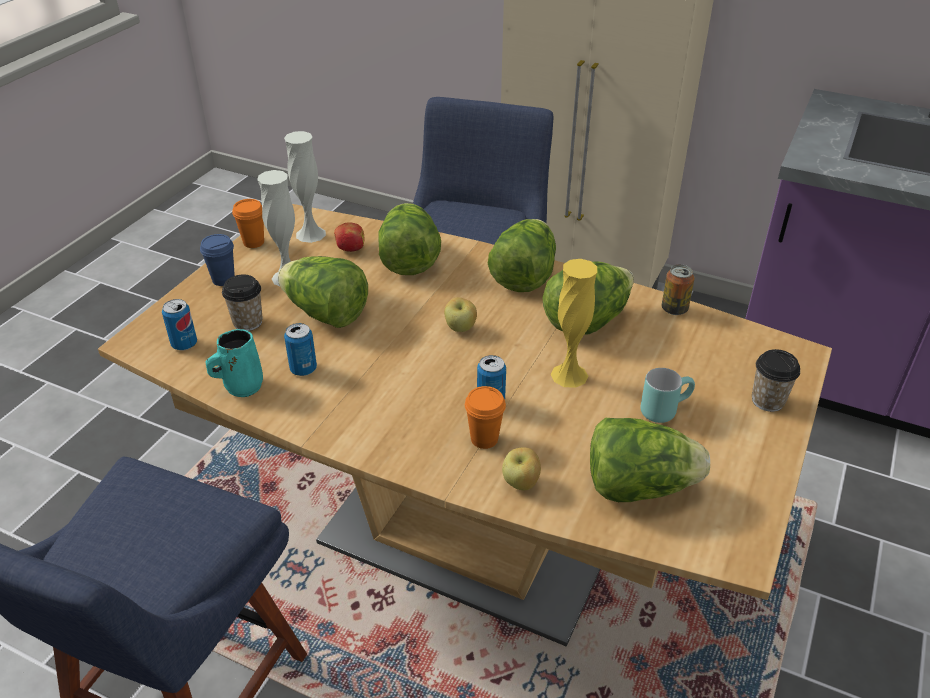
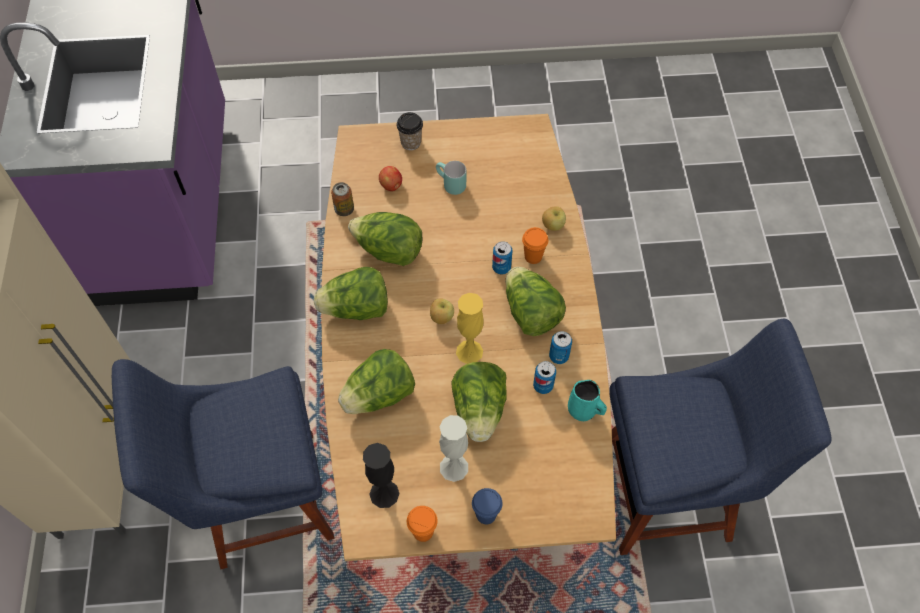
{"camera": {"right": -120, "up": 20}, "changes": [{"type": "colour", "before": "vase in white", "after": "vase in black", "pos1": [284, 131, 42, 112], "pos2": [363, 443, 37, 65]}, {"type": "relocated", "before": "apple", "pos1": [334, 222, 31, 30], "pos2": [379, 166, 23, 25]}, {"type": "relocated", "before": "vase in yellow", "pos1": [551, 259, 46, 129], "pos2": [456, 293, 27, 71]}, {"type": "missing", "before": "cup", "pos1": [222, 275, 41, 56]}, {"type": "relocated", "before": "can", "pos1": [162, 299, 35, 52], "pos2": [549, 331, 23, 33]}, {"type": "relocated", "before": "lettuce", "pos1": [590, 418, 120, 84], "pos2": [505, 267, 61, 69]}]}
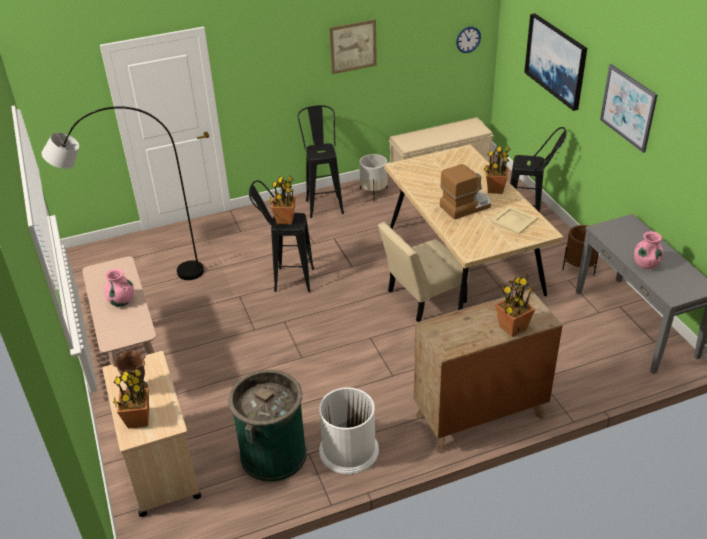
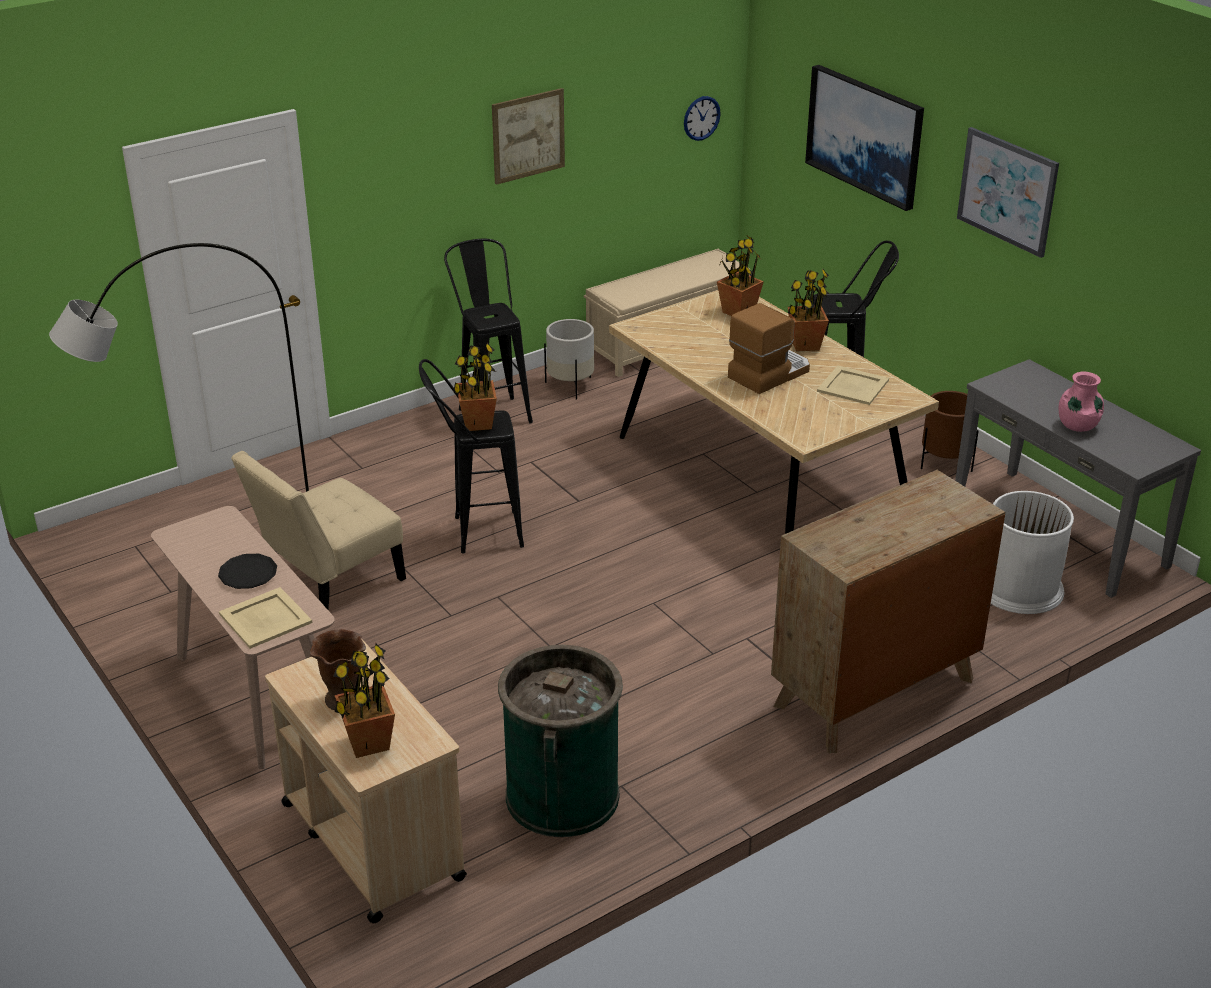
{"camera": {"right": -15, "up": -5}, "changes": [{"type": "relocated", "before": "chair in beige", "pos1": [378, 222, 91, 100], "pos2": [231, 451, 175, 158]}, {"type": "exchanged", "before": "vase in pink", "after": "plate in black", "pos1": [104, 269, 30, 38], "pos2": [218, 554, 59, 35]}, {"type": "relocated", "before": "potted plant", "pos1": [496, 272, 39, 65], "pos2": [717, 236, 47, 80]}, {"type": "relocated", "before": "trash can in white", "pos1": [319, 387, 60, 87], "pos2": [991, 491, 83, 123]}, {"type": "appeared", "after": "tray in beige", "pos2": [219, 587, 93, 62]}]}
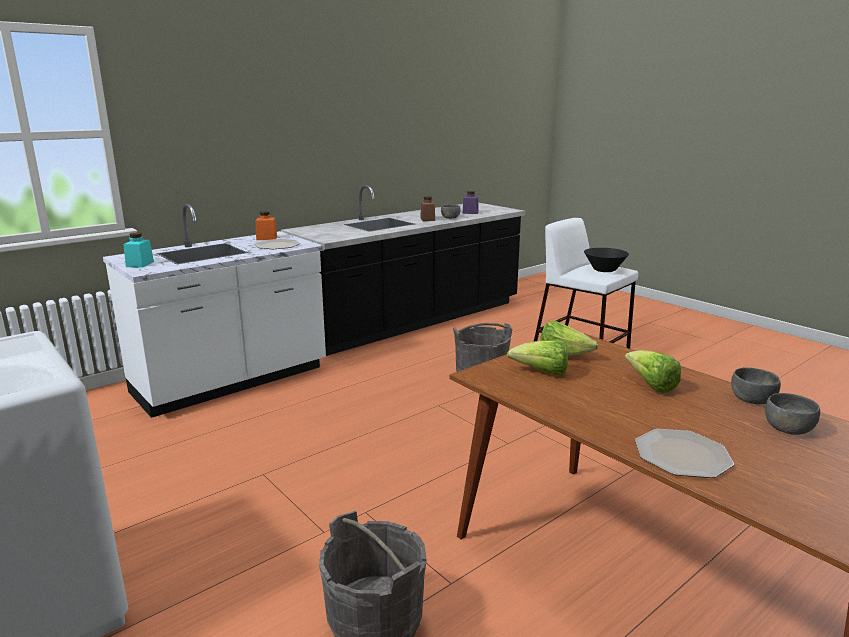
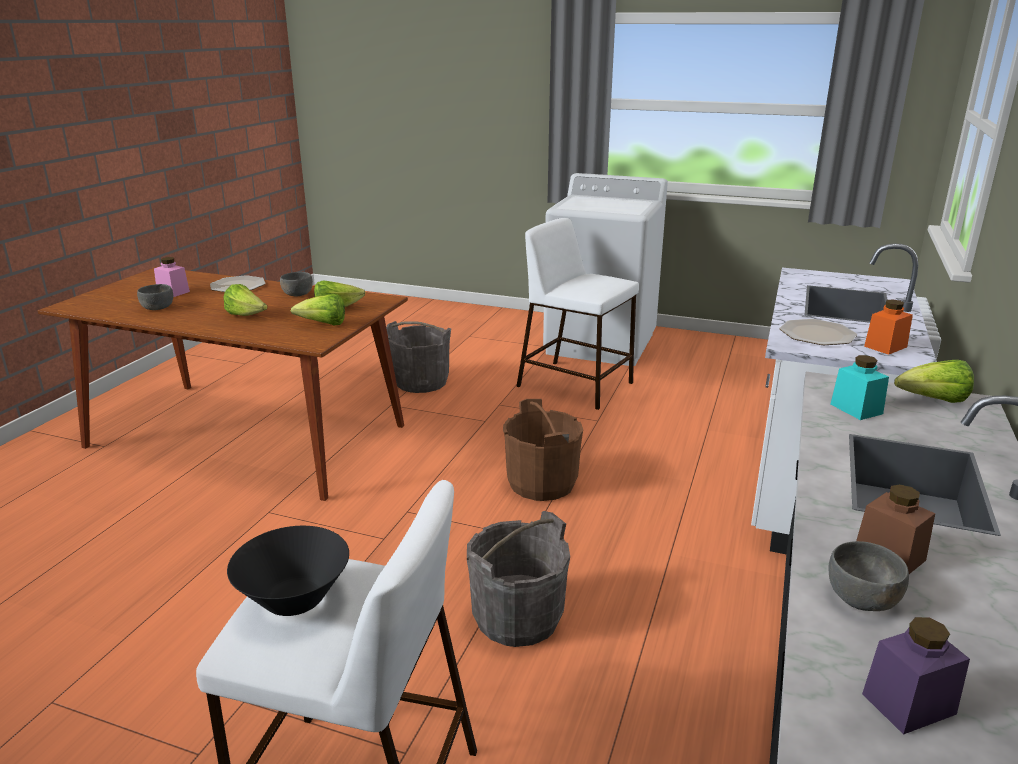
{"camera": {"right": 150, "up": 5}, "changes": [{"type": "relocated", "before": "jar in turquoise", "pos1": [123, 232, 31, 36], "pos2": [831, 355, 58, 65]}, {"type": "relocated", "before": "bowl in grey", "pos1": [731, 367, 50, 37], "pos2": [280, 272, 33, 24]}, {"type": "appeared", "after": "stool in white", "pos2": [516, 218, 123, 192]}, {"type": "appeared", "after": "jar in pink", "pos2": [154, 257, 36, 40]}, {"type": "appeared", "after": "lettuce", "pos2": [894, 360, 80, 43]}, {"type": "appeared", "after": "bucket in brown", "pos2": [503, 399, 80, 102]}]}
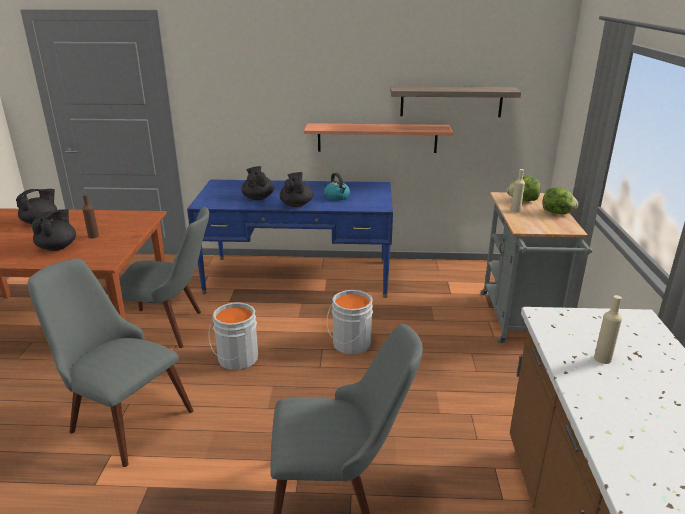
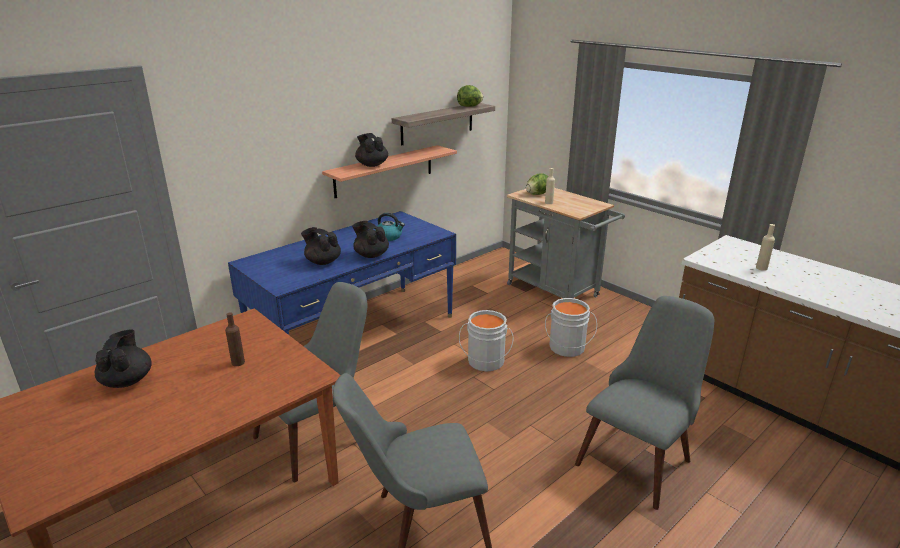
{"camera": {"right": -45, "up": 0}, "changes": [{"type": "relocated", "before": "lettuce", "pos1": [542, 187, 36, 27], "pos2": [457, 85, 26, 22]}, {"type": "relocated", "before": "teapot in black", "pos1": [31, 209, 45, 42], "pos2": [355, 133, 33, 34]}, {"type": "relocated", "before": "bucket in grey", "pos1": [208, 302, 50, 68], "pos2": [545, 298, 52, 59]}]}
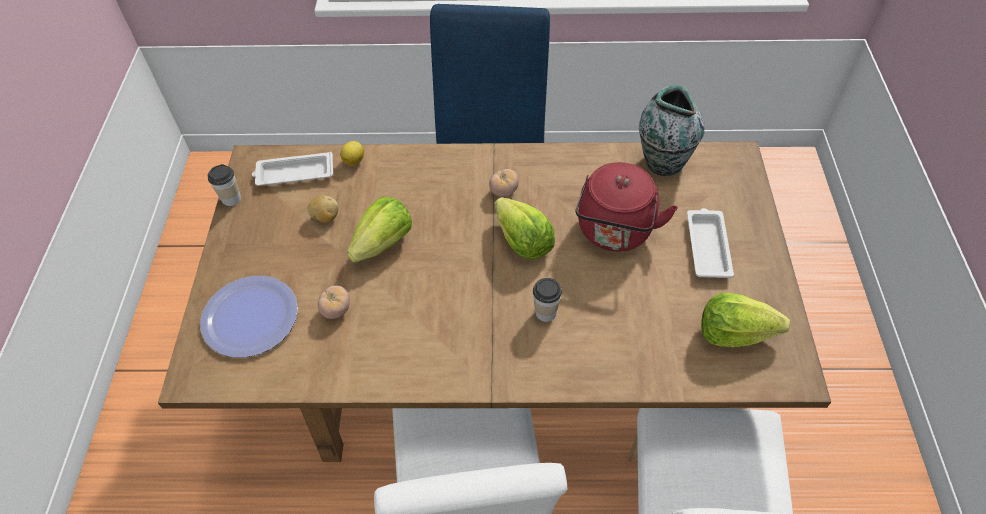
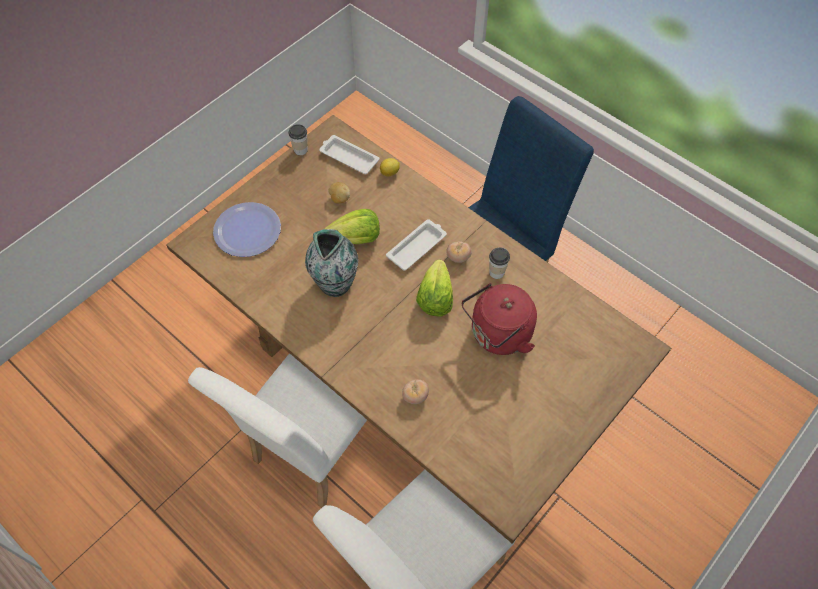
{"camera": {"right": 40, "up": 5}, "changes": [{"type": "relocated", "before": "vase", "pos1": [639, 85, 65, 91], "pos2": [305, 229, 54, 68]}, {"type": "relocated", "before": "tray in white", "pos1": [687, 208, 47, 70], "pos2": [386, 219, 61, 52]}, {"type": "relocated", "before": "cup", "pos1": [533, 278, 29, 44], "pos2": [489, 247, 21, 32]}, {"type": "relocated", "before": "tomato", "pos1": [318, 285, 32, 34], "pos2": [402, 379, 27, 25]}, {"type": "missing", "before": "lettuce", "pos1": [701, 293, 89, 54]}]}
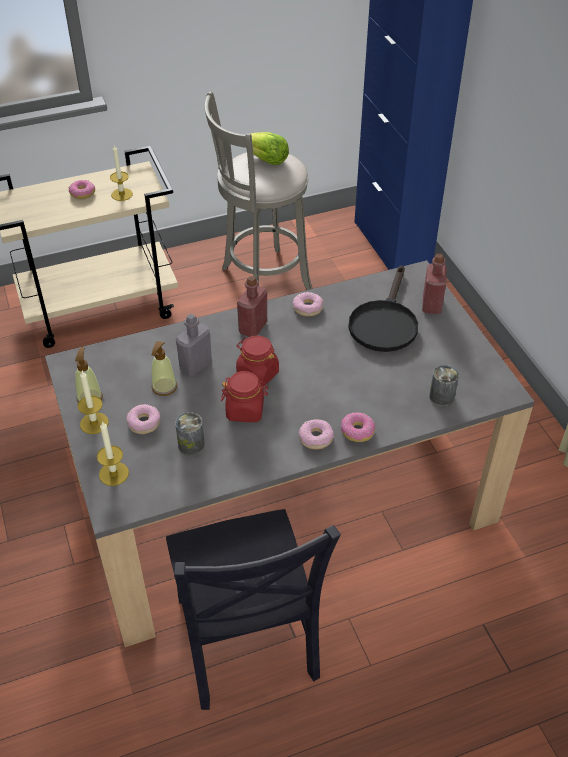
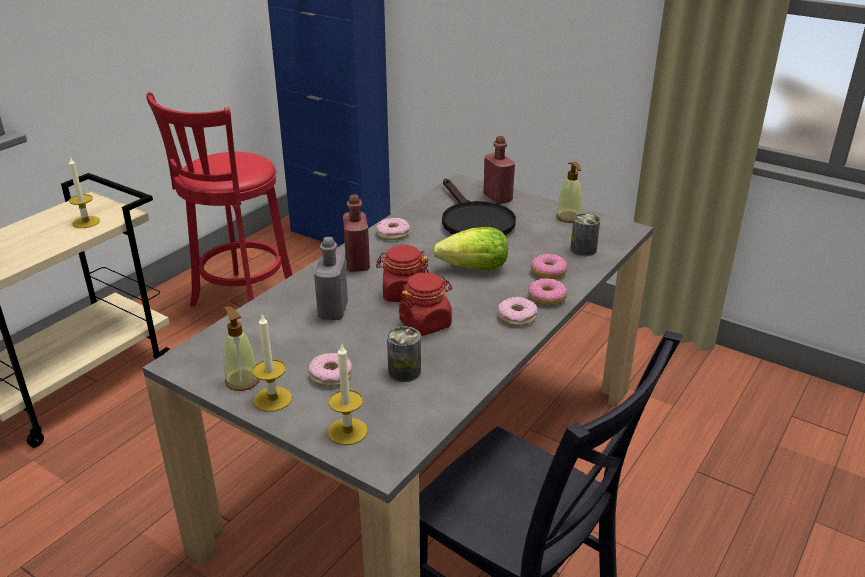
{"camera": {"right": -35, "up": -15}, "changes": [{"type": "colour", "before": "stool in grey", "after": "stool in red", "pos1": [204, 91, 109, 199], "pos2": [146, 92, 146, 215]}, {"type": "relocated", "before": "lettuce", "pos1": [251, 132, 38, 33], "pos2": [433, 227, 75, 43]}, {"type": "relocated", "before": "donut", "pos1": [69, 180, 26, 19], "pos2": [531, 254, 37, 25]}, {"type": "relocated", "before": "soap dispenser", "pos1": [151, 341, 26, 55], "pos2": [556, 162, 26, 61]}]}
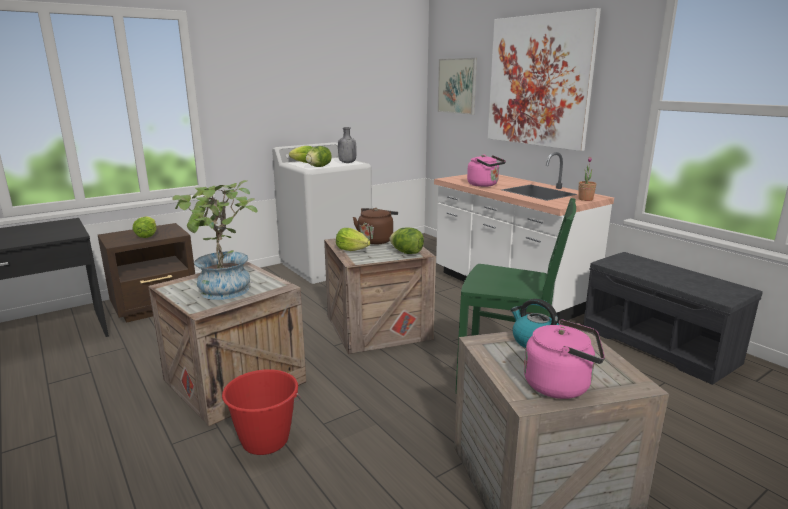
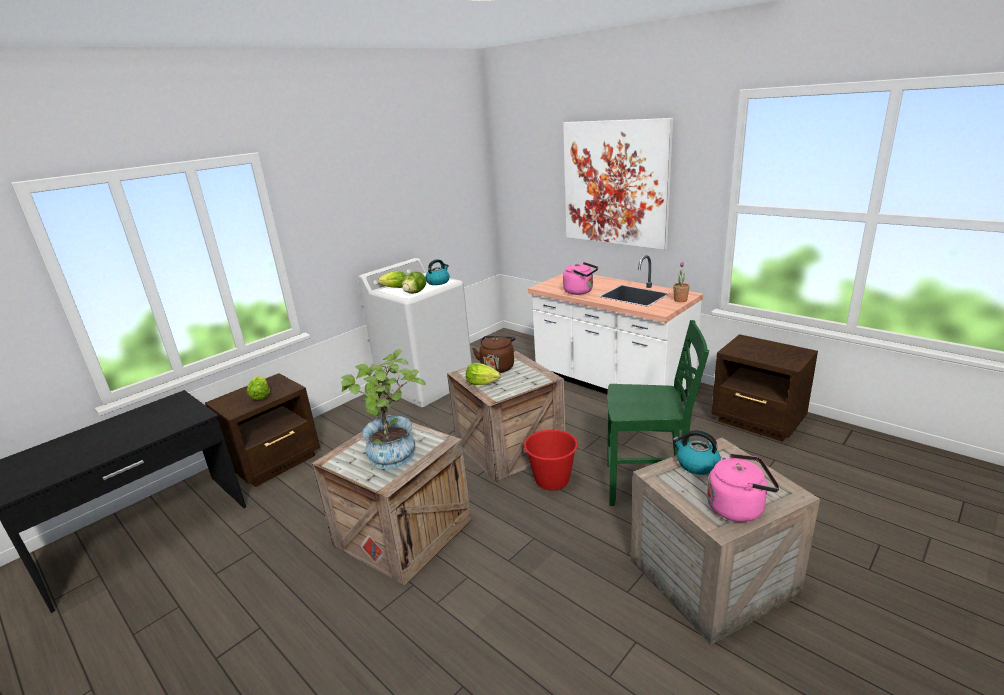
{"camera": {"right": -10, "up": 5}, "changes": [{"type": "missing", "before": "picture", "pos1": [437, 58, 40, 57]}, {"type": "exchanged", "before": "bottle in grey", "after": "kettle", "pos1": [338, 127, 19, 36], "pos2": [425, 259, 25, 26]}, {"type": "missing", "before": "lettuce", "pos1": [390, 228, 34, 26]}, {"type": "exchanged", "before": "bench in grey", "after": "nightstand in brown", "pos1": [583, 252, 180, 133], "pos2": [711, 334, 107, 108]}, {"type": "relocated", "before": "bucket in red", "pos1": [222, 369, 79, 86], "pos2": [523, 429, 55, 62]}]}
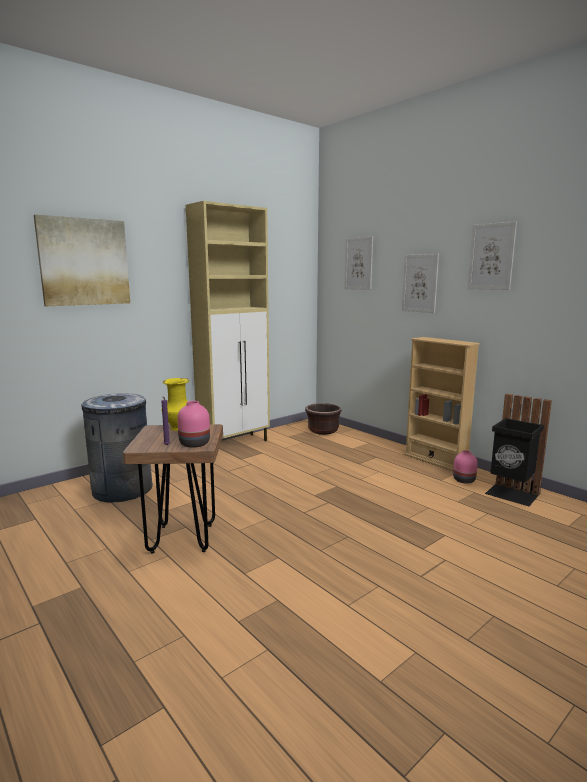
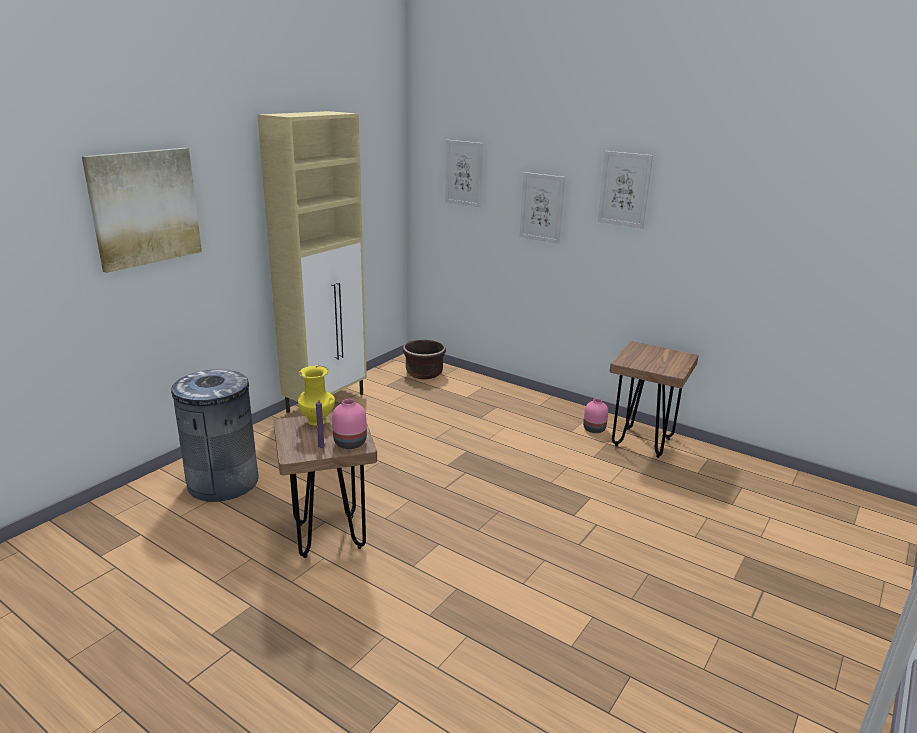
{"camera": {"right": -15, "up": 10}, "changes": [{"type": "missing", "before": "bookcase in beige", "pos1": [404, 337, 76, 134]}, {"type": "exchanged", "before": "trash can in black", "after": "stool in brown", "pos1": [485, 394, 67, 112], "pos2": [610, 342, 88, 116]}]}
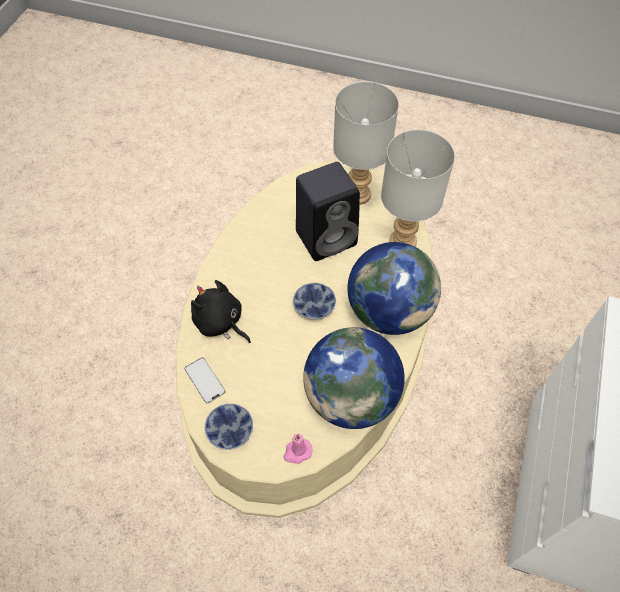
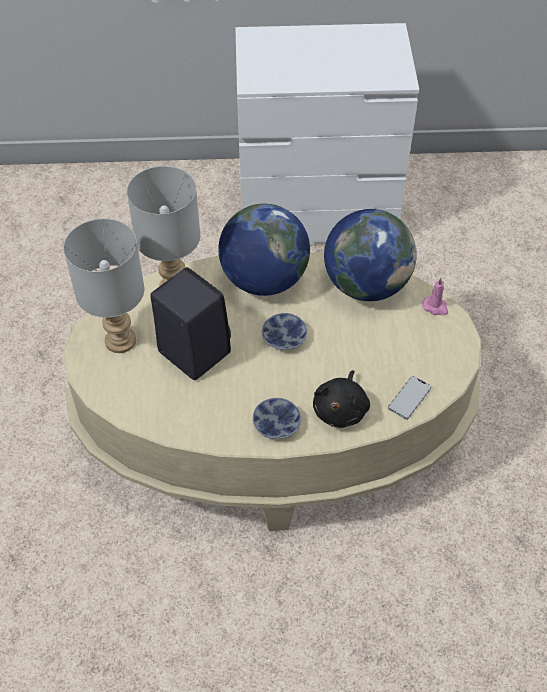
{"camera": {"right": -110, "up": -5}, "changes": [{"type": "relocated", "before": "bowl", "pos1": [205, 404, 48, 46], "pos2": [253, 398, 48, 41]}]}
